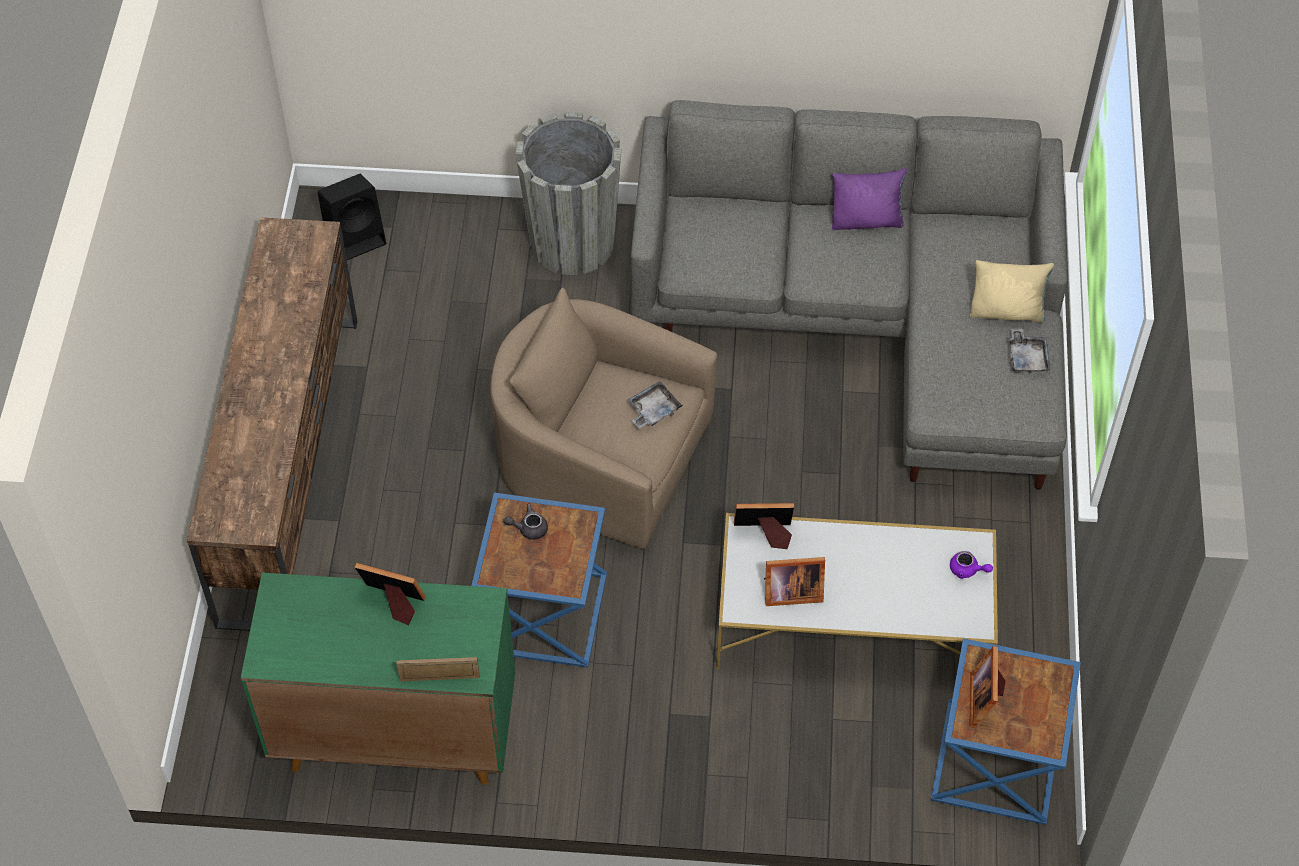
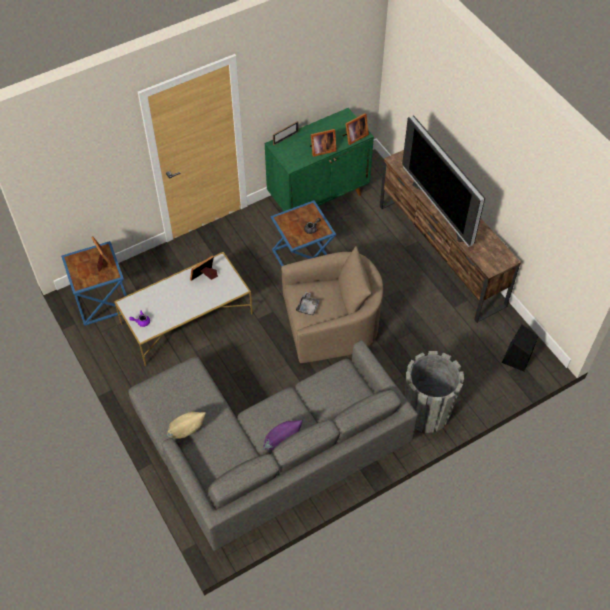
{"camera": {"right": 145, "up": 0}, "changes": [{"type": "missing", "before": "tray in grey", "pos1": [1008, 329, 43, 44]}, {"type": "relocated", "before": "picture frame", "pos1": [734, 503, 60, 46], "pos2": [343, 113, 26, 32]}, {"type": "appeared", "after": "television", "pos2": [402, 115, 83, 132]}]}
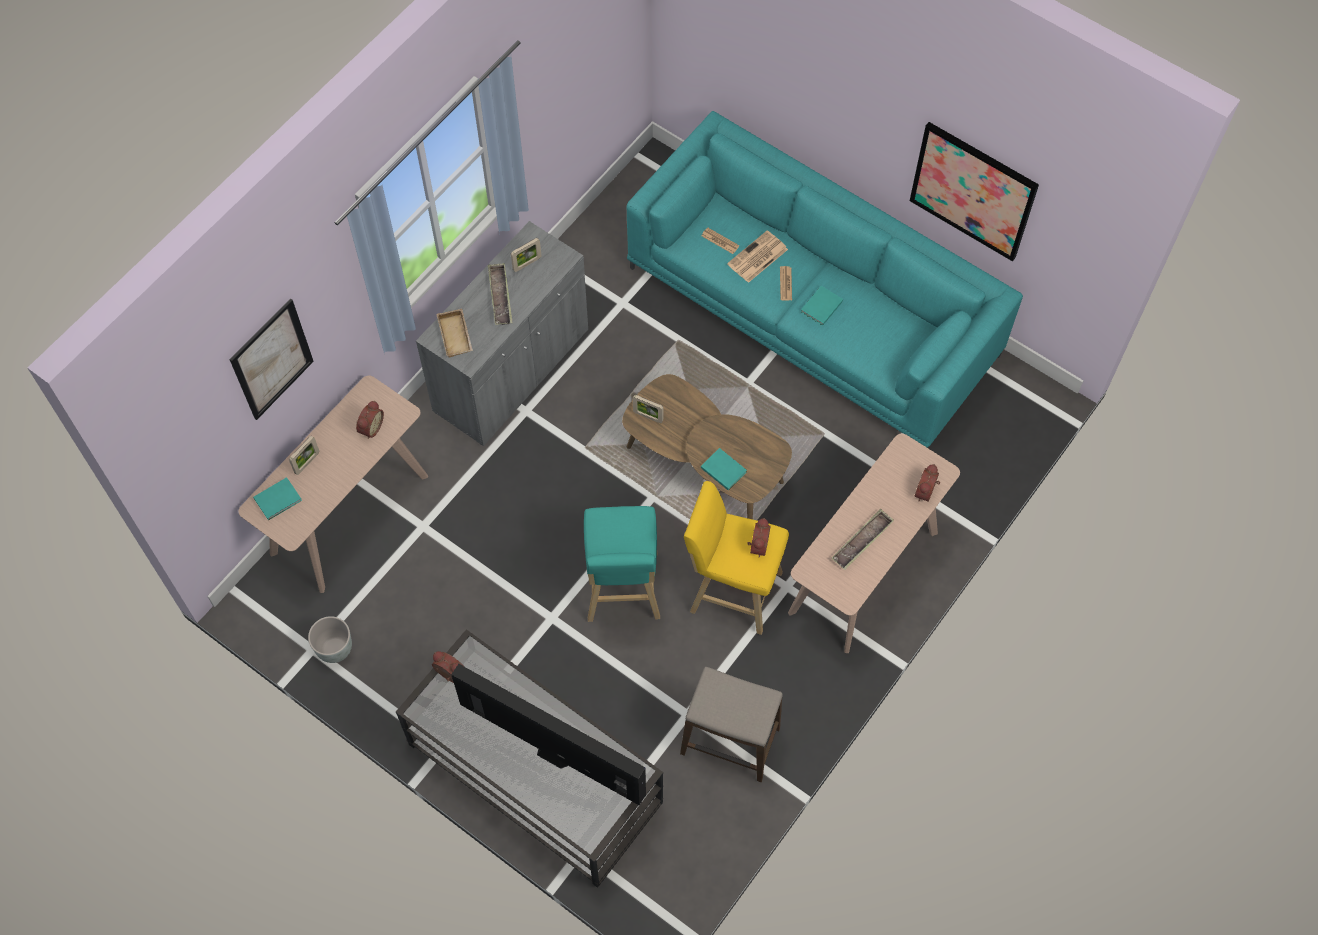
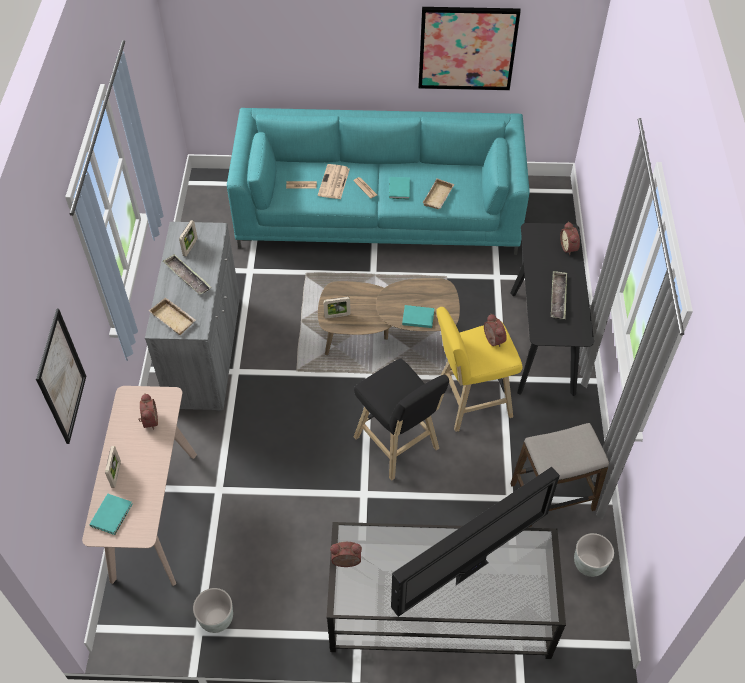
{"camera": {"right": -35, "up": -10}, "changes": [{"type": "colour", "before": "console table in beige", "after": "console table in black", "pos1": [788, 434, 172, 219], "pos2": [510, 223, 84, 173]}, {"type": "colour", "before": "stool in turquoise", "after": "stool in black", "pos1": [584, 506, 76, 116], "pos2": [354, 358, 95, 123]}, {"type": "spun", "before": "television", "pos1": [451, 664, 195, 141], "pos2": [391, 467, 169, 150], "turn": 150}, {"type": "appeared", "after": "tray in beige", "pos2": [422, 178, 32, 31]}, {"type": "appeared", "after": "planter in grey", "pos2": [574, 533, 40, 44]}]}
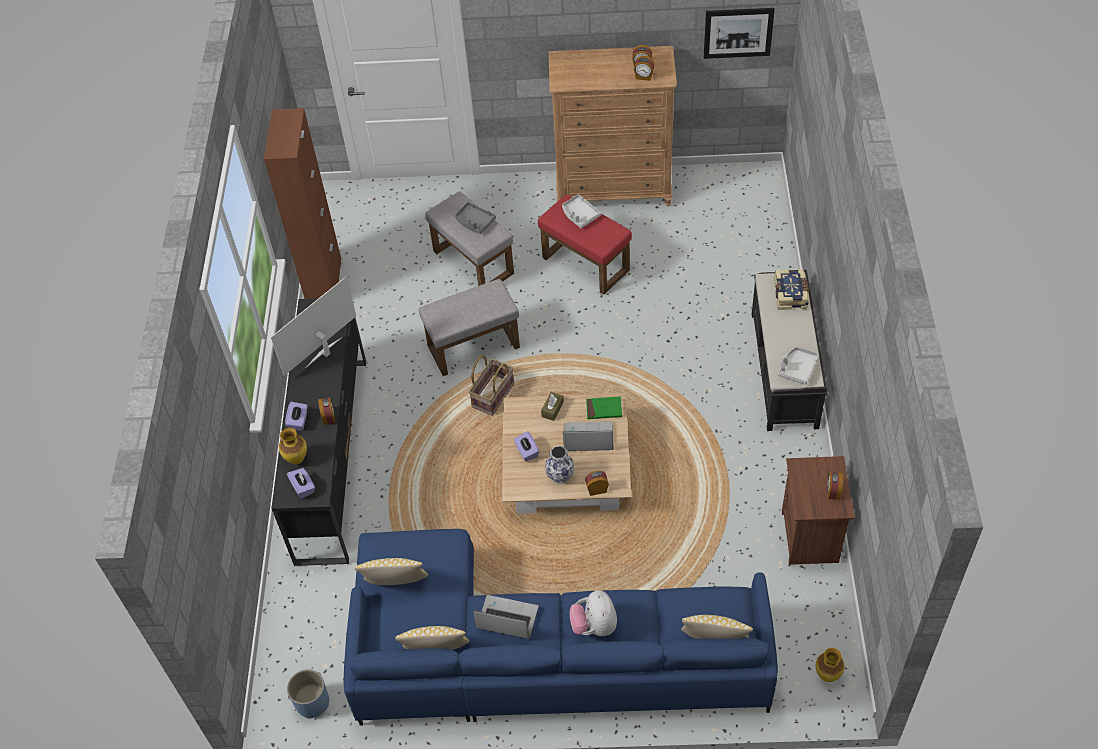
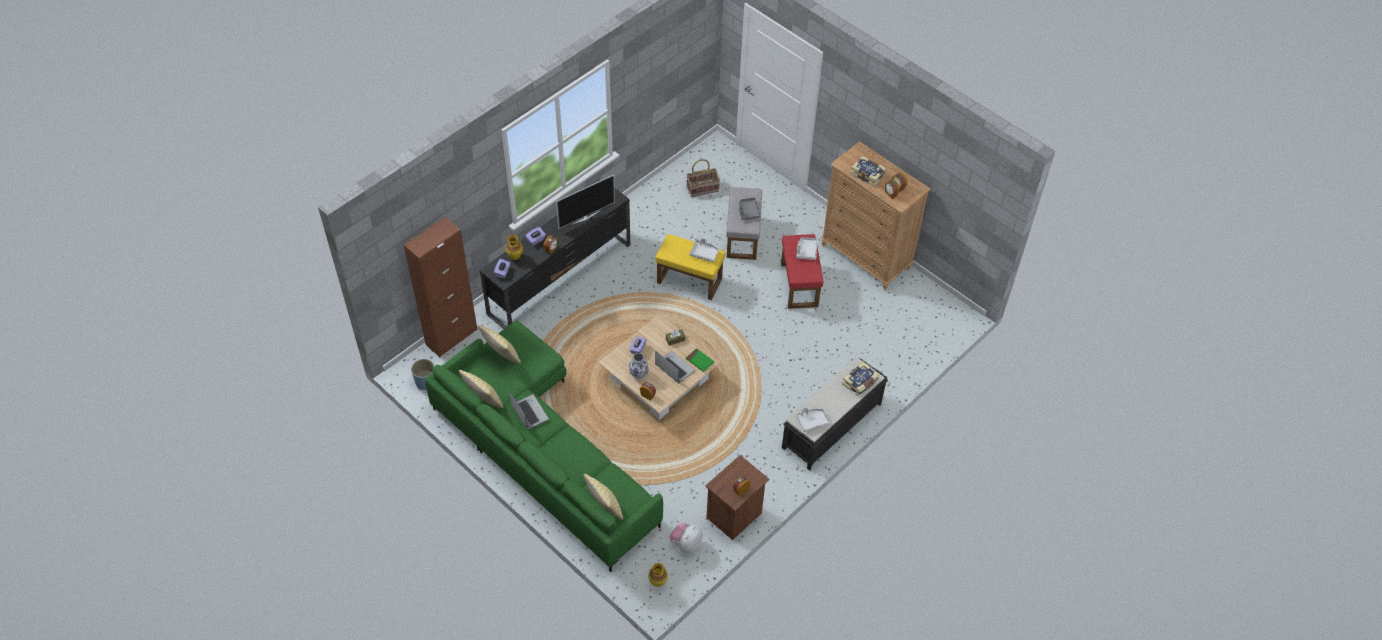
{"camera": {"right": 40, "up": 0}, "changes": [{"type": "missing", "before": "picture", "pos1": [704, 8, 71, 51]}, {"type": "relocated", "before": "cabinet in brown", "pos1": [264, 108, 77, 191], "pos2": [404, 217, 73, 140]}, {"type": "spun", "before": "television", "pos1": [271, 276, 85, 100], "pos2": [556, 175, 59, 54], "turn": 150}, {"type": "colour", "before": "ottoman in grey", "after": "ottoman in yellow", "pos1": [419, 279, 101, 97], "pos2": [655, 234, 70, 66]}, {"type": "relocated", "before": "basket", "pos1": [468, 355, 47, 61], "pos2": [687, 159, 33, 38]}, {"type": "colour", "before": "sofa in blue", "after": "sofa in green", "pos1": [343, 529, 435, 197], "pos2": [425, 320, 238, 252]}, {"type": "relocated", "before": "plush toy", "pos1": [569, 590, 48, 46], "pos2": [670, 523, 33, 30]}, {"type": "appeared", "after": "book", "pos2": [850, 156, 36, 31]}, {"type": "appeared", "after": "tray in grey", "pos2": [689, 238, 30, 24]}]}
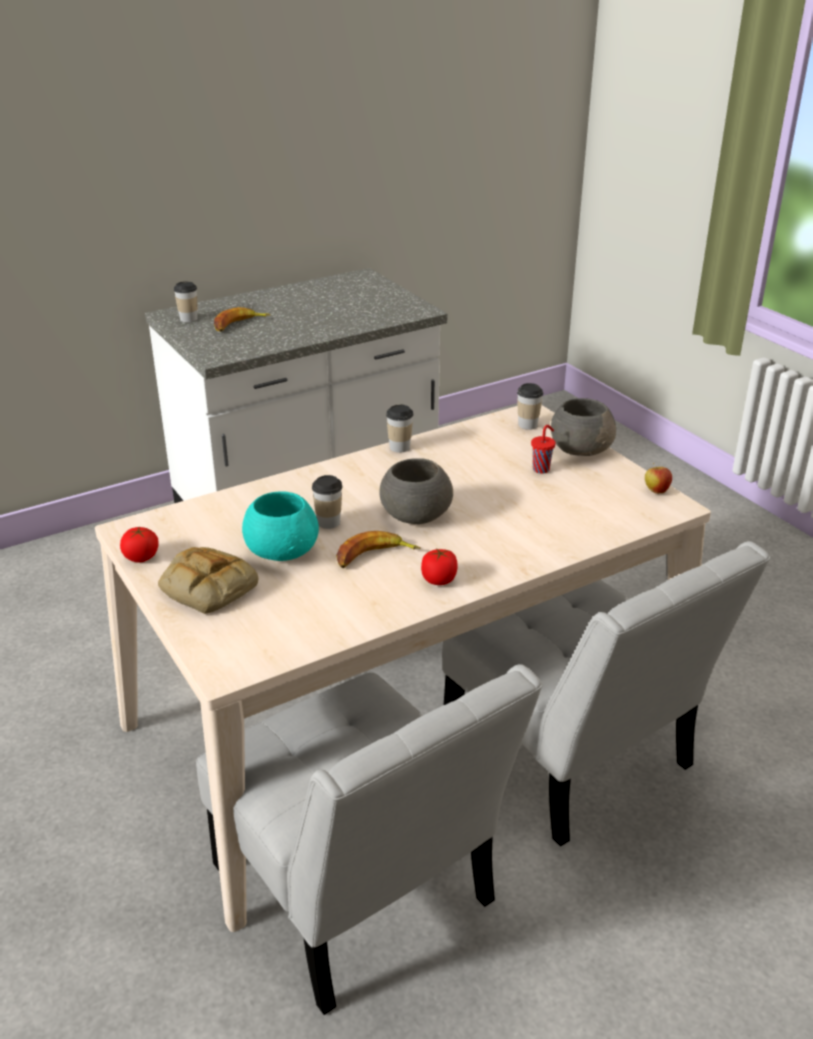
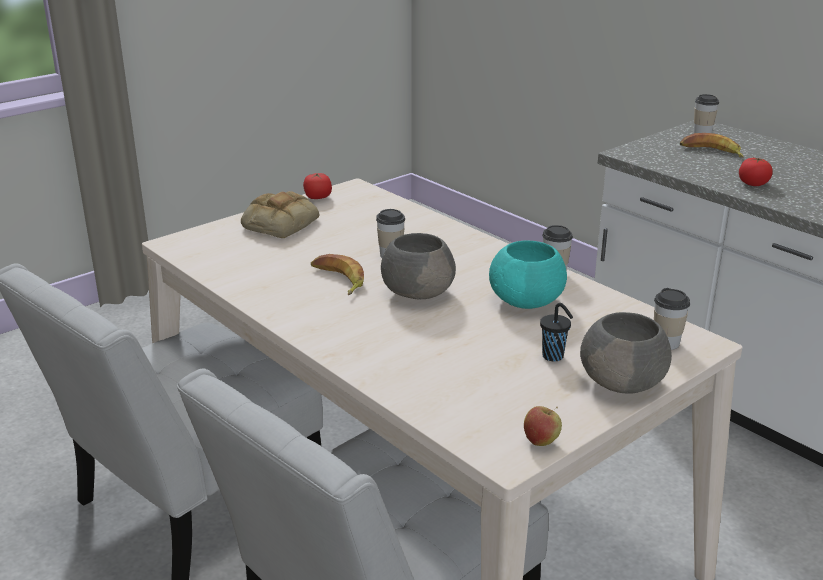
{"camera": {"right": 80, "up": -5}, "changes": [{"type": "colour", "before": "cup in red", "after": "cup in black", "pos1": [531, 425, 25, 49], "pos2": [540, 303, 33, 59]}, {"type": "relocated", "before": "bowl in turquoise", "pos1": [242, 491, 77, 70], "pos2": [489, 240, 78, 69]}, {"type": "relocated", "before": "tomato", "pos1": [421, 548, 37, 37], "pos2": [739, 157, 34, 29]}]}
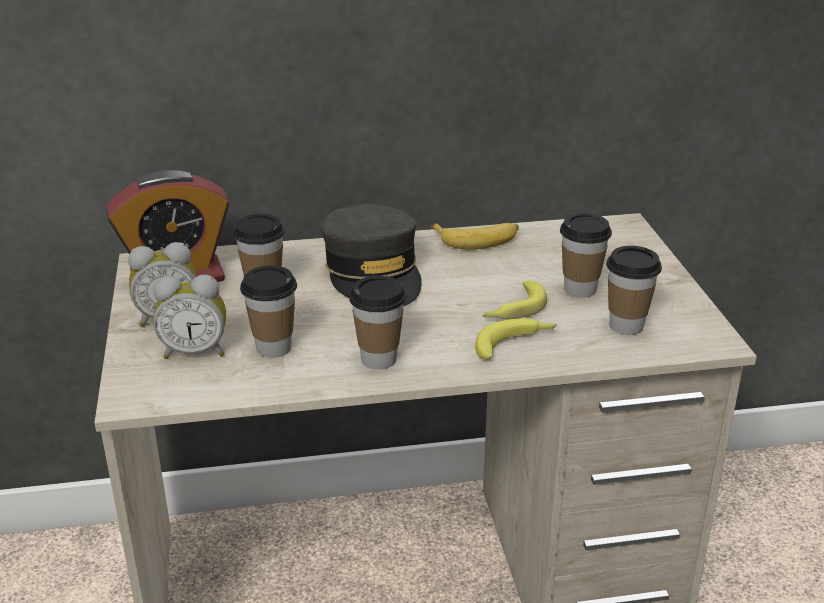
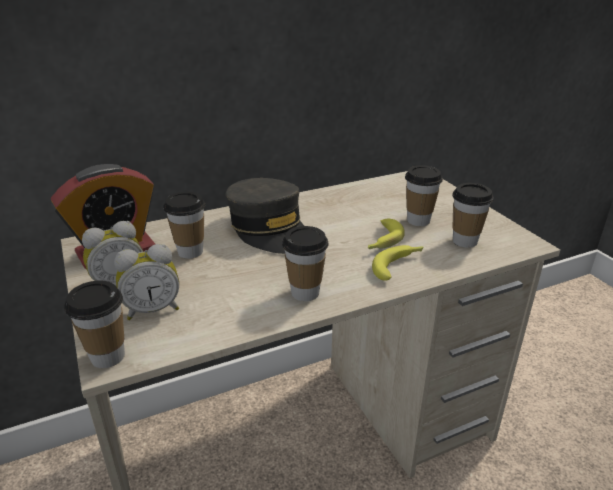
{"camera": {"right": -15, "up": 0}, "changes": [{"type": "missing", "before": "banana", "pos1": [431, 223, 88, 27]}, {"type": "relocated", "before": "cup", "pos1": [240, 265, 57, 93], "pos2": [65, 280, 60, 88]}]}
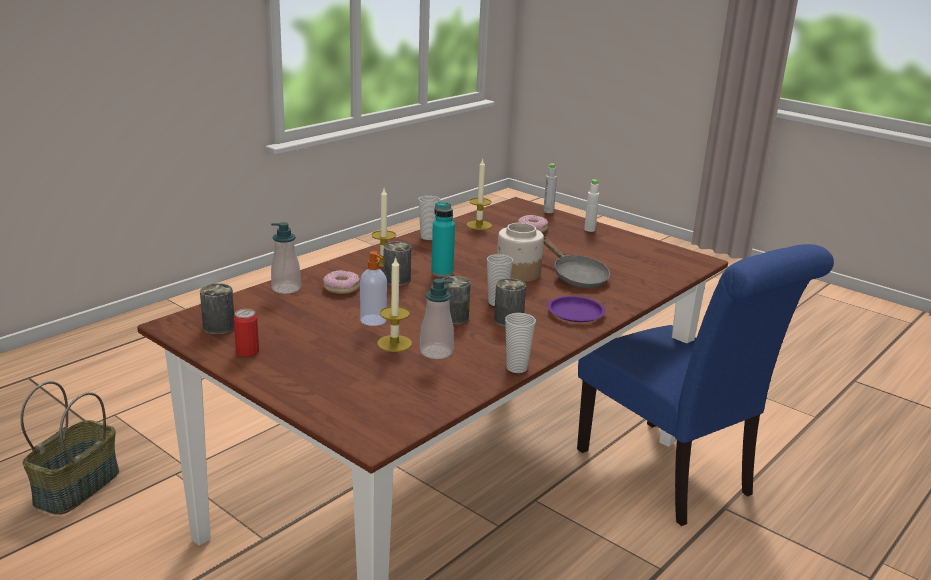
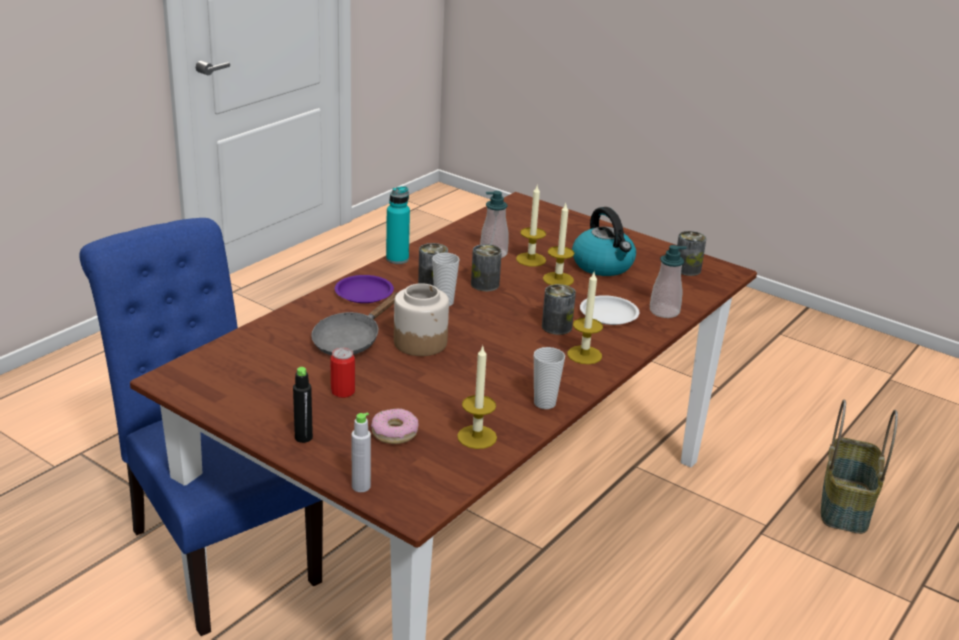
{"camera": {"right": 175, "up": 5}, "changes": [{"type": "colour", "before": "bottle in white", "after": "bottle in black", "pos1": [584, 179, 15, 53], "pos2": [293, 367, 20, 76]}, {"type": "relocated", "before": "bottle in turquoise", "pos1": [431, 202, 24, 75], "pos2": [386, 186, 24, 78]}, {"type": "spun", "before": "frying pan in grey", "pos1": [543, 237, 67, 51], "pos2": [311, 292, 87, 63], "turn": -105}, {"type": "exchanged", "before": "soap dispenser", "after": "candle", "pos1": [360, 251, 27, 75], "pos2": [543, 204, 31, 82]}, {"type": "exchanged", "before": "donut", "after": "plate in white", "pos1": [323, 270, 37, 24], "pos2": [580, 295, 59, 30]}, {"type": "relocated", "before": "can", "pos1": [234, 309, 25, 48], "pos2": [331, 348, 24, 50]}, {"type": "missing", "before": "cup", "pos1": [505, 313, 31, 60]}, {"type": "appeared", "after": "kettle", "pos2": [572, 207, 64, 69]}]}
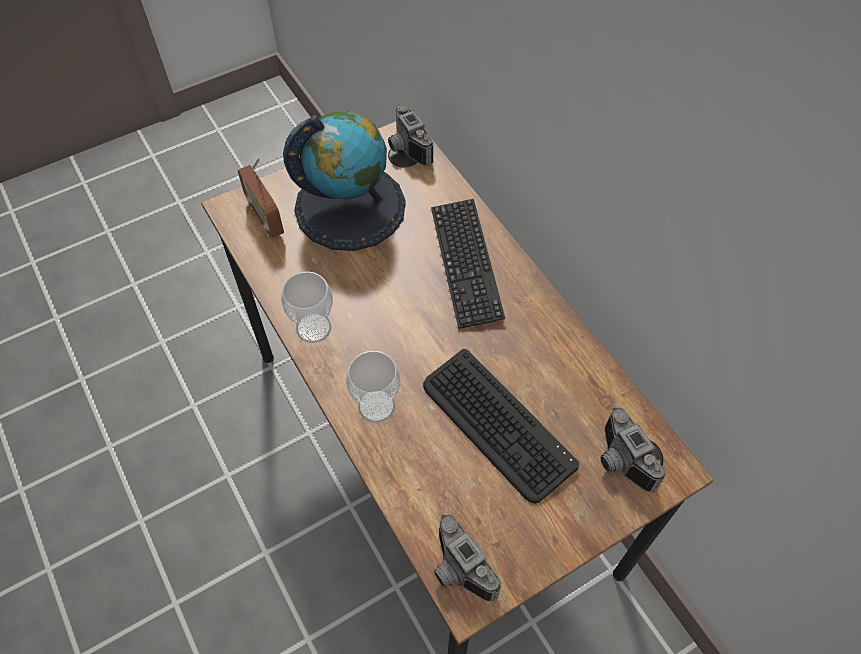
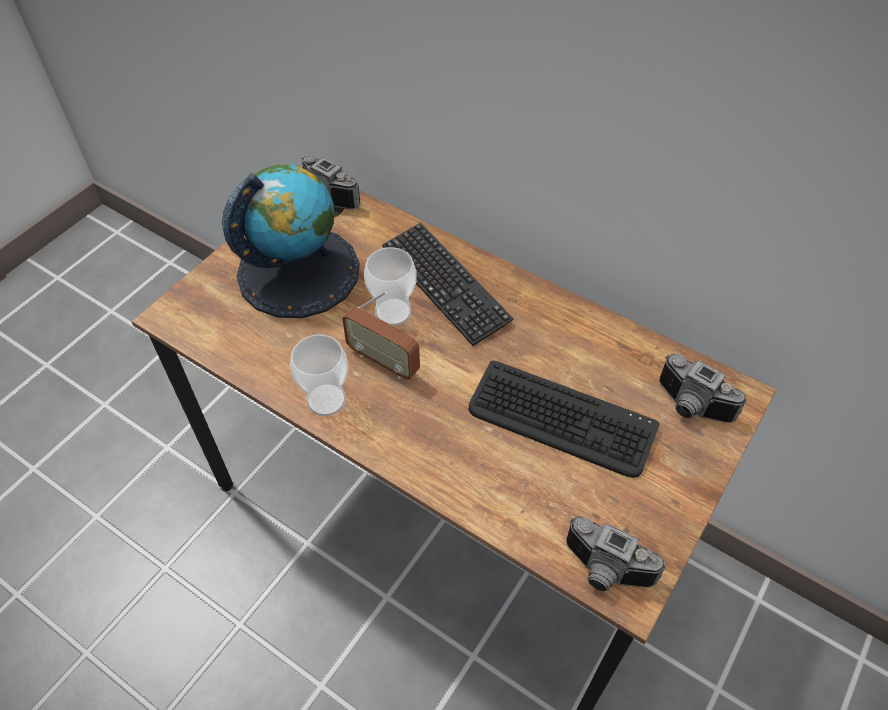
{"camera": {"right": -25, "up": -5}, "changes": [{"type": "relocated", "before": "radio", "pos1": [238, 158, 46, 80], "pos2": [342, 291, 78, 89]}, {"type": "relocated", "before": "cup", "pos1": [346, 351, 54, 72], "pos2": [364, 247, 53, 79]}]}
